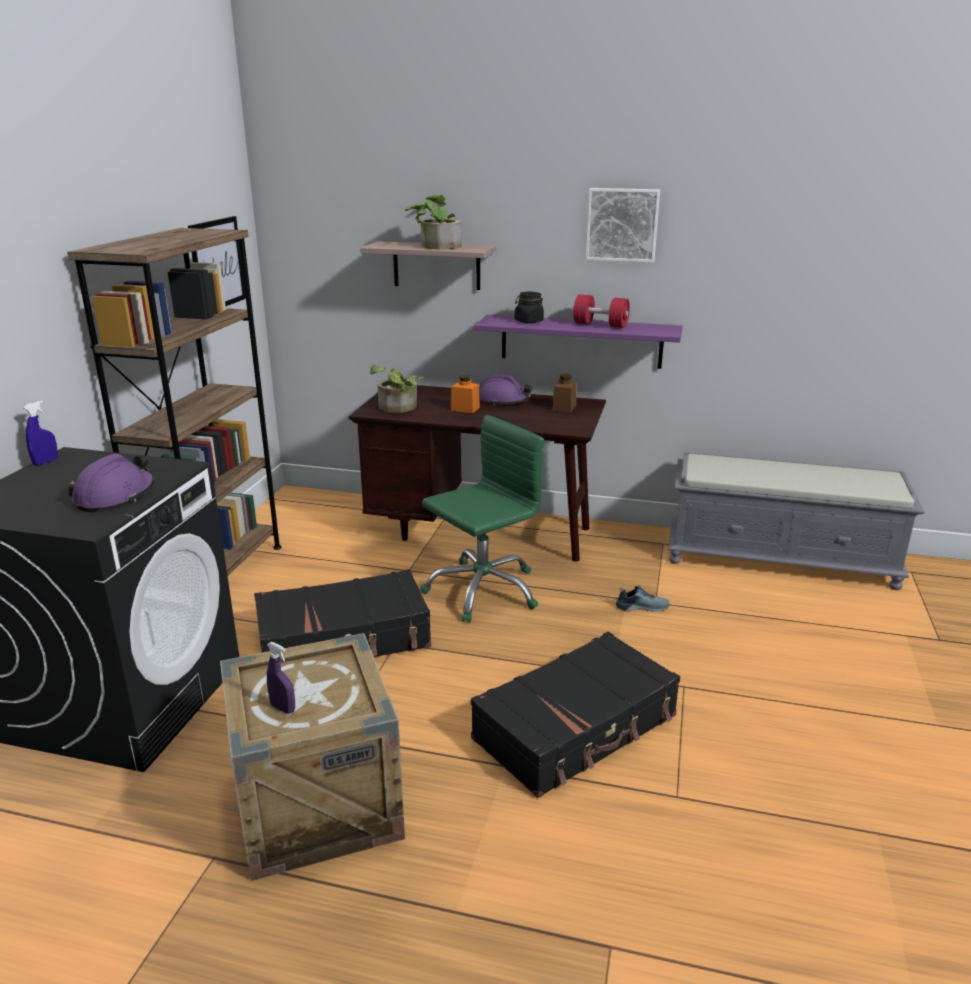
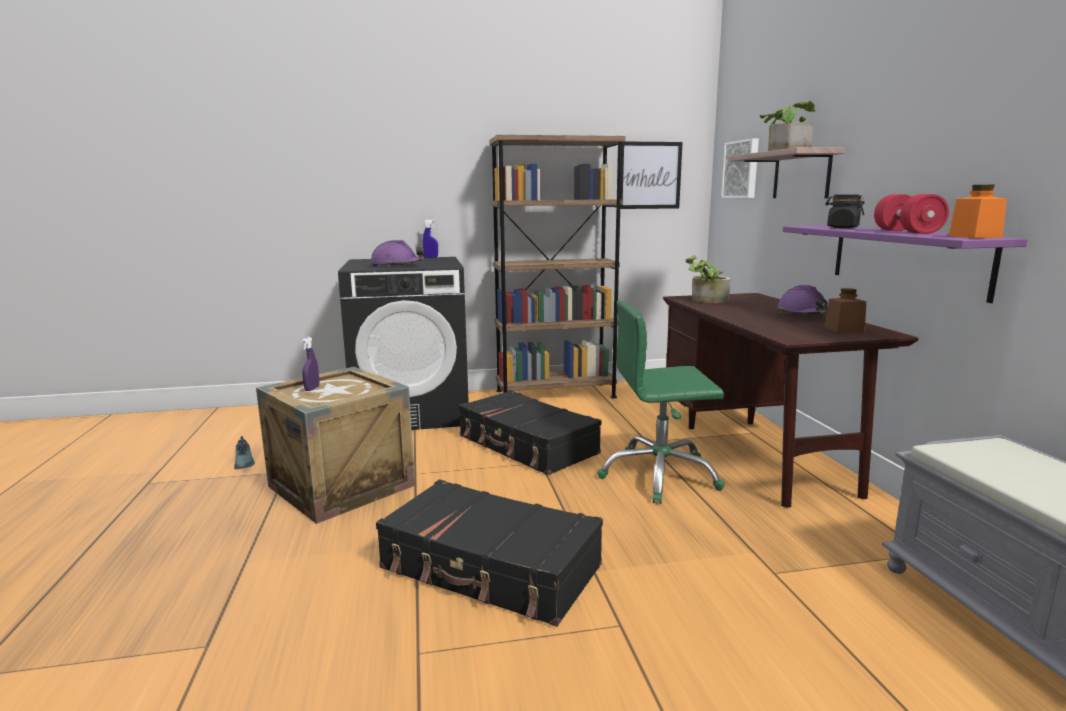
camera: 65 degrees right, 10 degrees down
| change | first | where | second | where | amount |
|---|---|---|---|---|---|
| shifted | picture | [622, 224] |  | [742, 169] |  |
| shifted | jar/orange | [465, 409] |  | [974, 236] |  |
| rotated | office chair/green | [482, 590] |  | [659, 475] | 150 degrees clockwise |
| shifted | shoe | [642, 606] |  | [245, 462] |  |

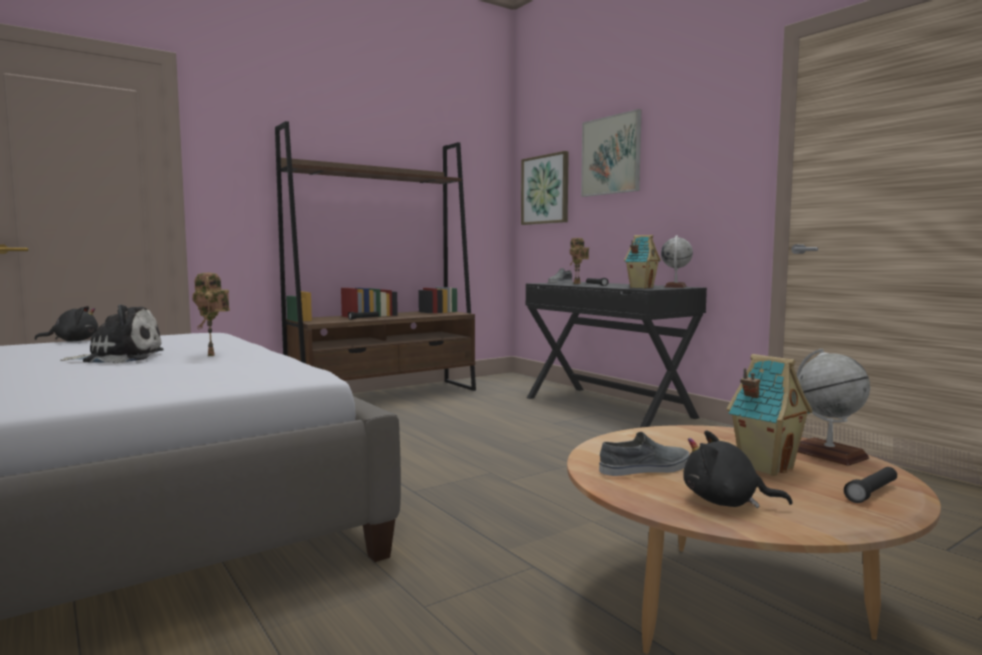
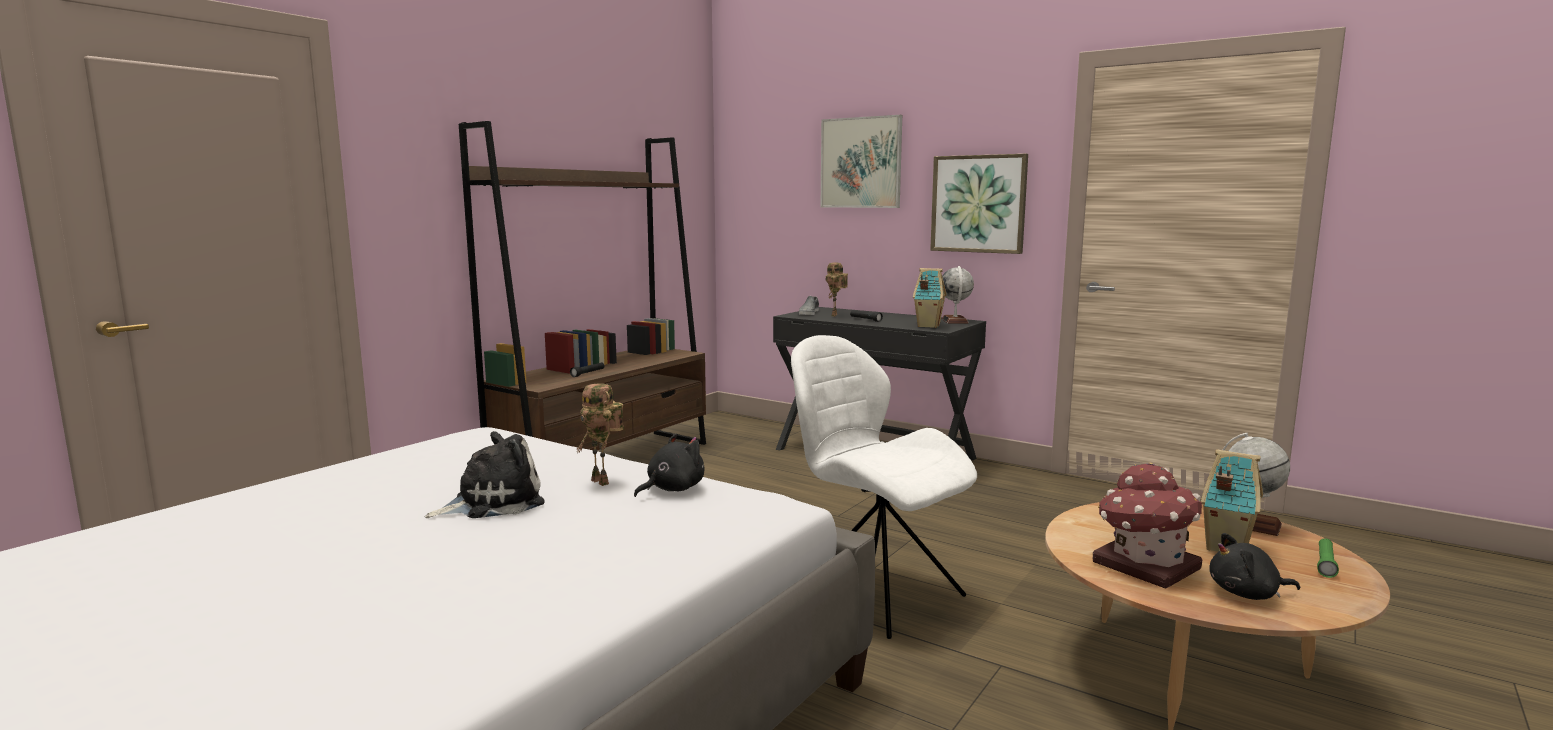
camera: 20 degrees left, 5 degrees up
| change | first | where | second | where | amount |
|---|---|---|---|---|---|
| shifted | picture | [545, 189] |  | [978, 204] |  |
| shifted | plush toy/black | [73, 341] |  | [672, 489] |  |
| swapped | shoe/grey | [646, 468] | toy house | [1144, 565] |  |
| repainted | flashlight/black | [872, 492] | flashlight/green | [1325, 564] |  |
| new |  |  | chair/white | [875, 593] |  |

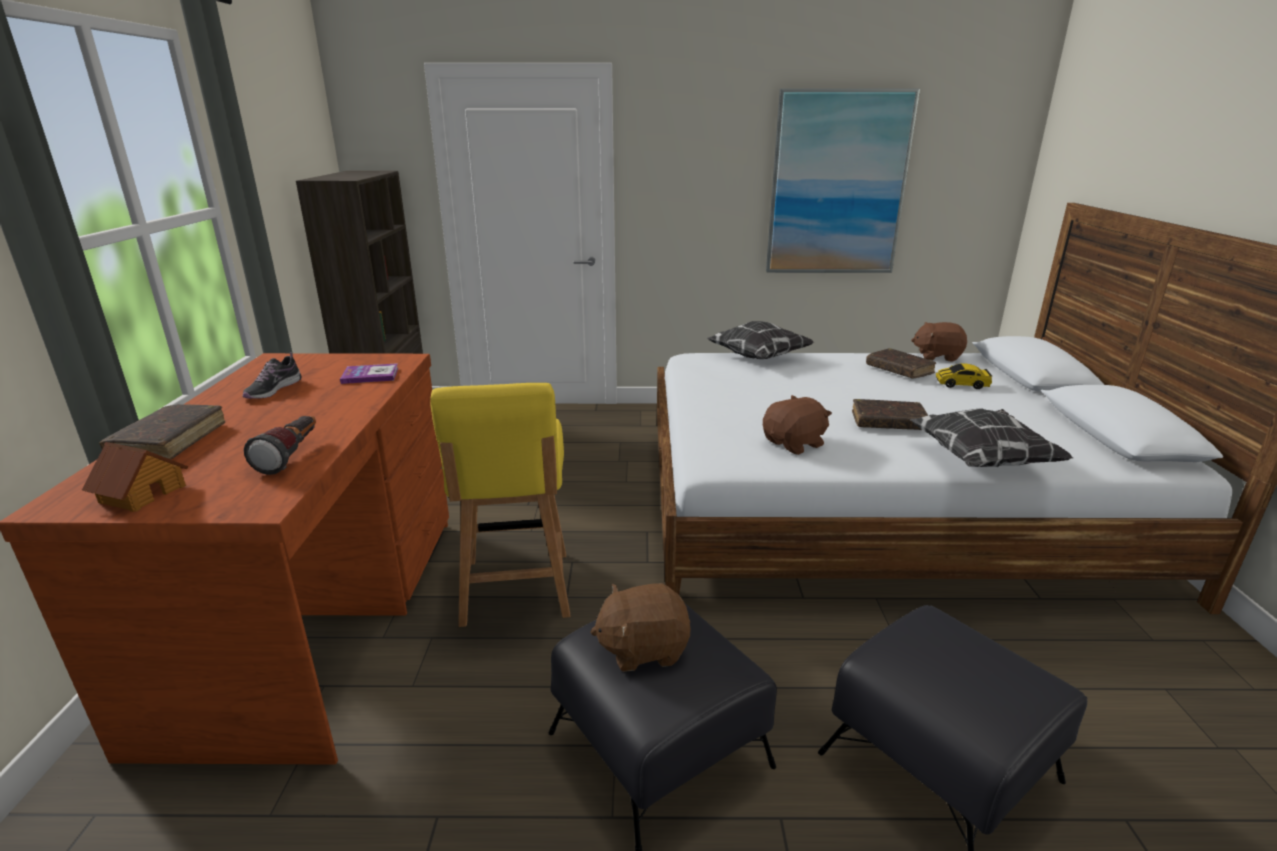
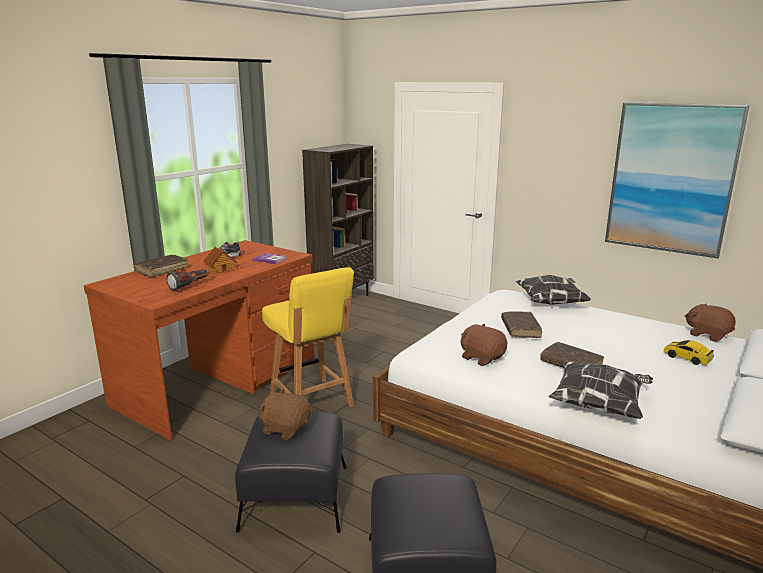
camera: 35 degrees right, 5 degrees down
| change | first | where | second | where | amount |
|---|---|---|---|---|---|
| shifted | book/brown | [899, 370] |  | [520, 329] |  |
| rotated | chair/yellow | [515, 590] |  | [312, 401] | 60 degrees counterclockwise |
| rotated | plush toy/brown | [794, 444] |  | [482, 358] | 135 degrees counterclockwise |
| shifted | toy house | [142, 493] |  | [221, 269] |  |

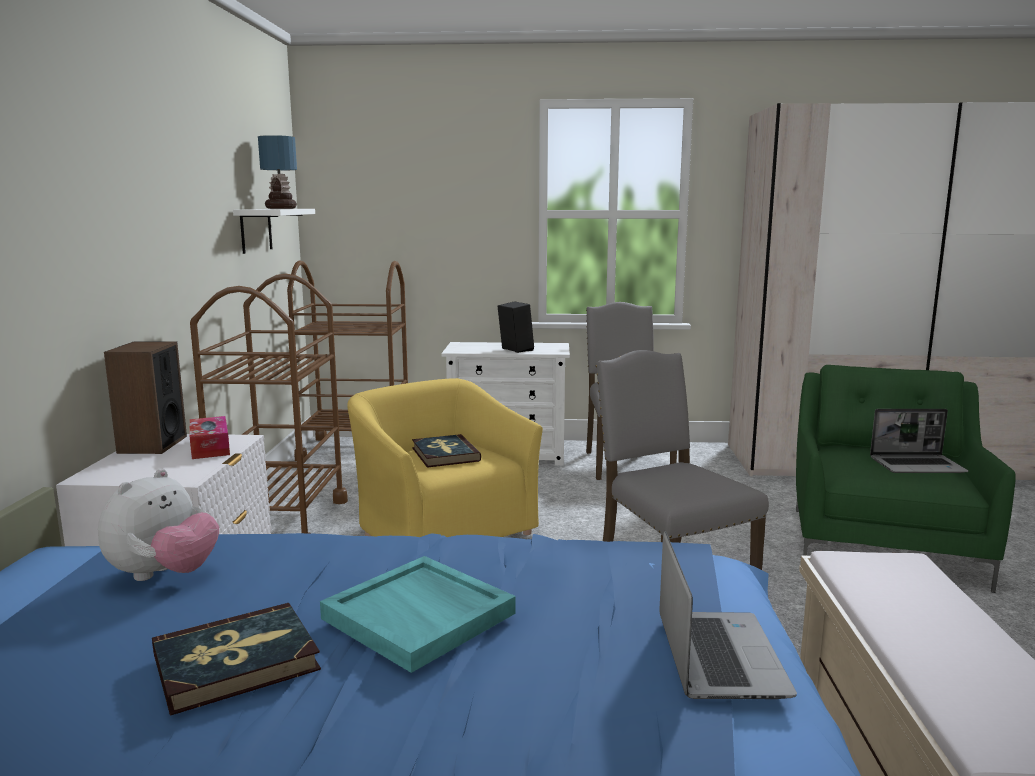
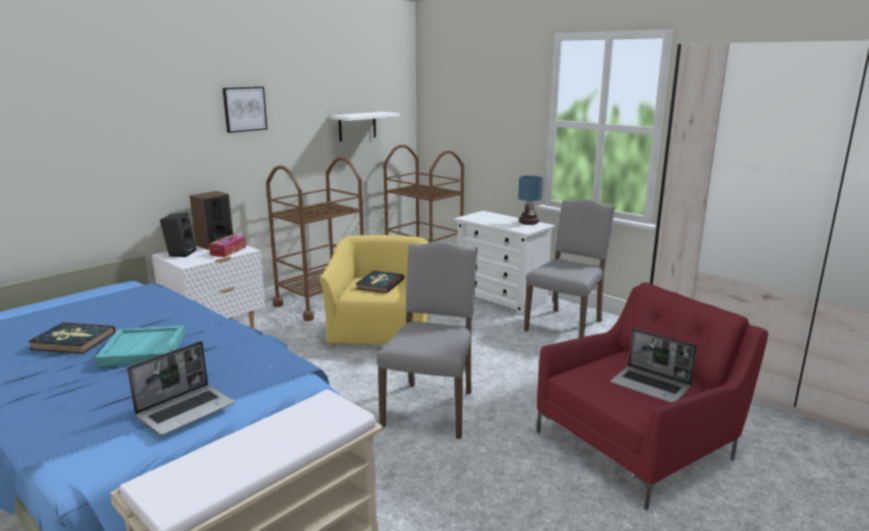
camera: 40 degrees right, 5 degrees up
| change | first | where | second | where | amount |
|---|---|---|---|---|---|
| shifted | table lamp | [282, 208] |  | [529, 223] |  |
| shifted | speaker/black | [514, 350] |  | [180, 253] |  |
| repainted | armchair/green | [883, 543] | armchair/red | [638, 443] |  |
| gone | plush toy | [164, 575] |  |  |  |
| new |  |  | picture | [244, 109] |  |

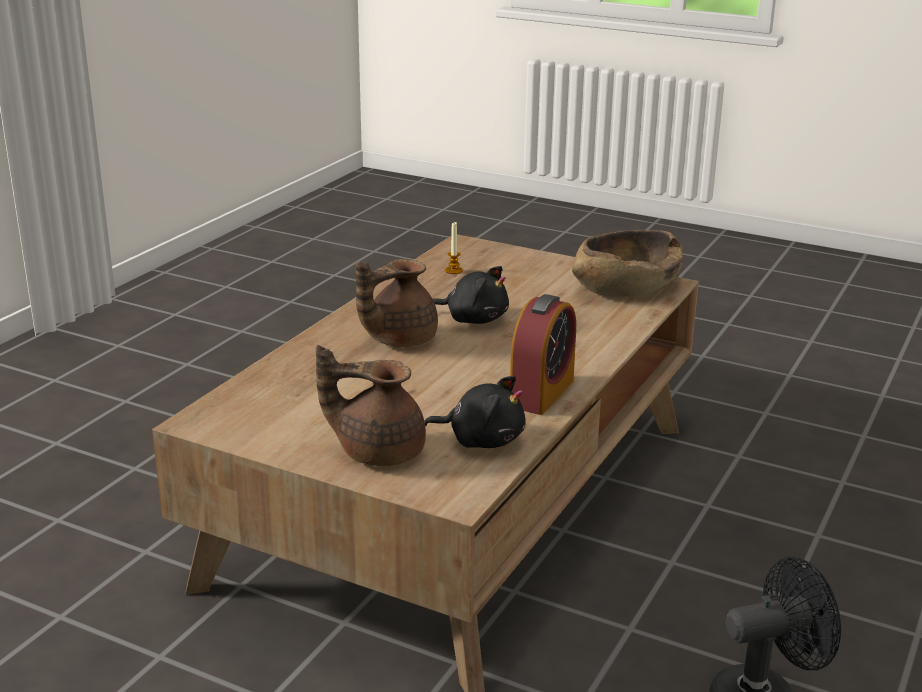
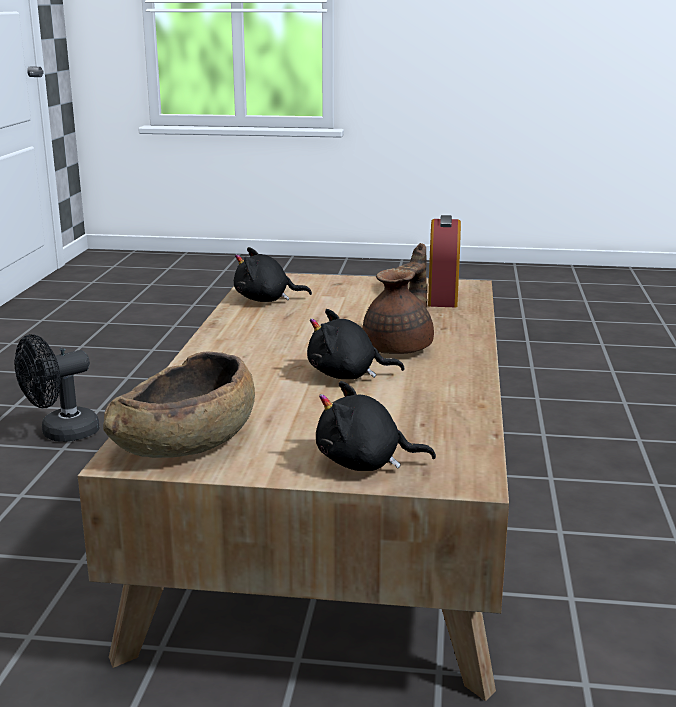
camera: 160 degrees right, 5 degrees down
| change | first | where | second | where | amount |
|---|---|---|---|---|---|
| gone | candle | [454, 271] |  |  |  |
| shifted | alarm clock | [541, 393] |  | [442, 297] |  |
| gone | teapot/brown | [378, 451] |  |  |  |
| new |  |  | plush toy/black | [365, 463] |  |

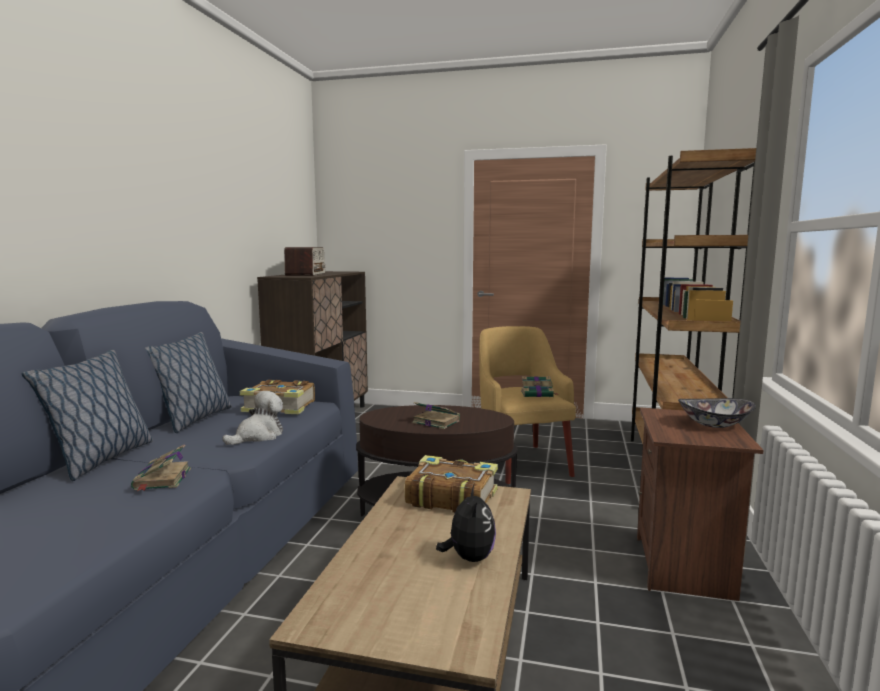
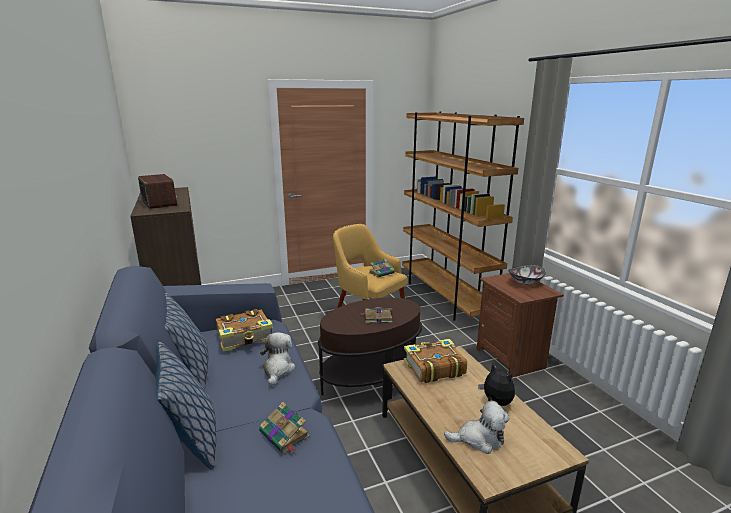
camera: 35 degrees left, 10 degrees up
| change | first | where | second | where | amount |
|---|---|---|---|---|---|
| new |  |  | plush toy | [479, 439] |  |

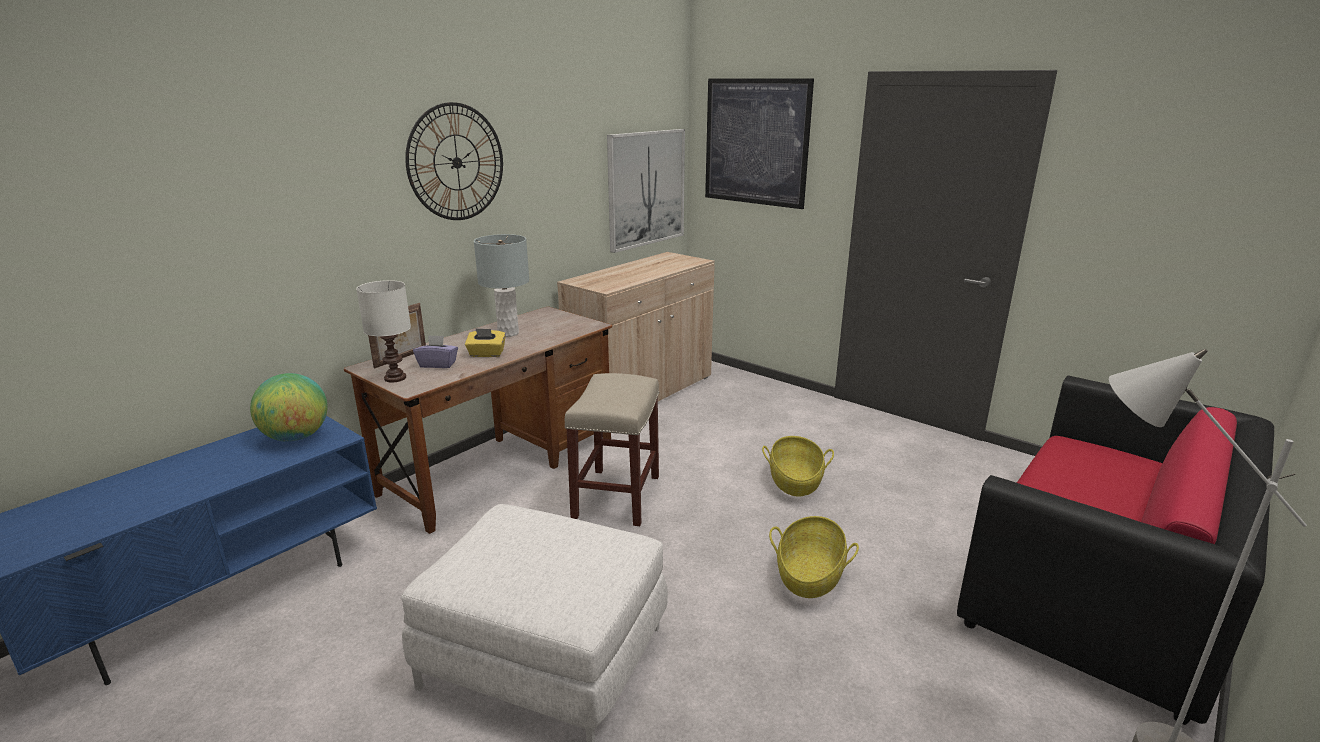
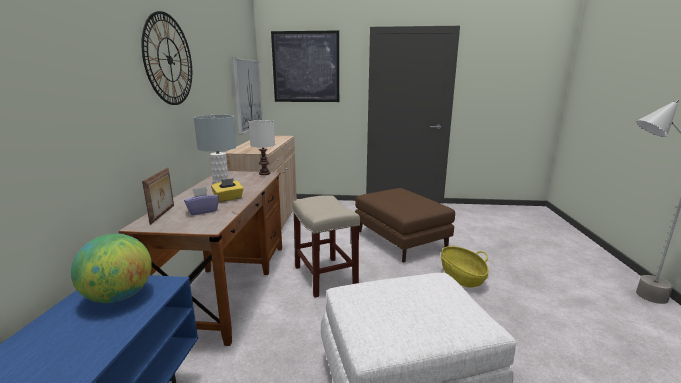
camera: 35 degrees left, 5 degrees down
| change | first | where | second | where | amount |
|---|---|---|---|---|---|
| shifted | table lamp/white | [394, 378] |  | [264, 173] |  |
| gone | sofa | [1102, 585] |  |  |  |
| swapped | basket | [795, 481] | ottoman/brown | [399, 240] |  |

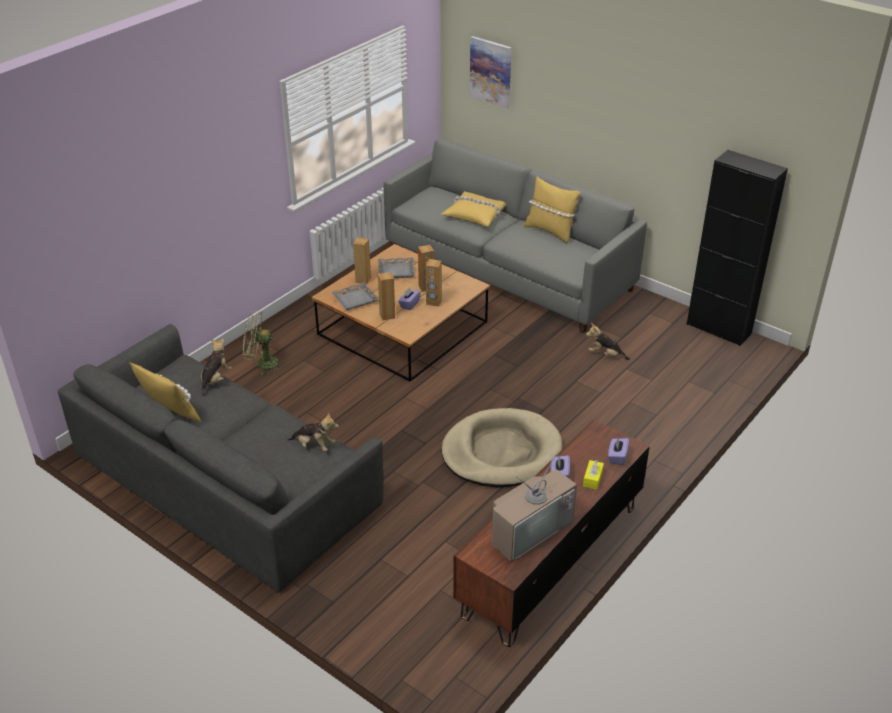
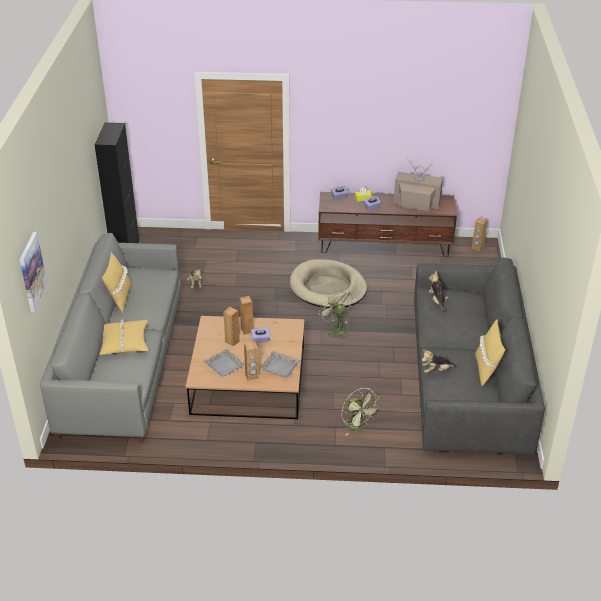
camera: 125 degrees left, 0 degrees up
| change | first | where | second | where | amount |
|---|---|---|---|---|---|
| shifted | speaker/brown | [387, 315] |  | [477, 248] |  |
| new |  |  | fan/green | [336, 328] |  |

